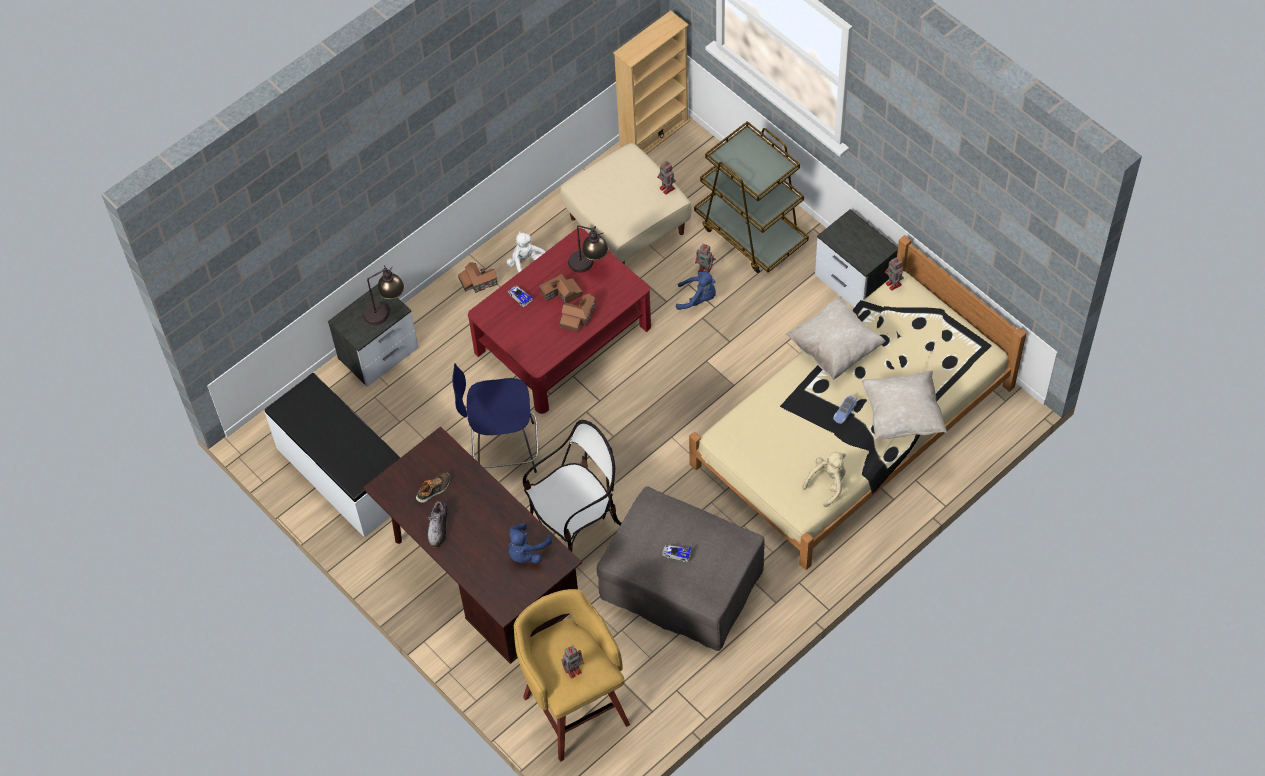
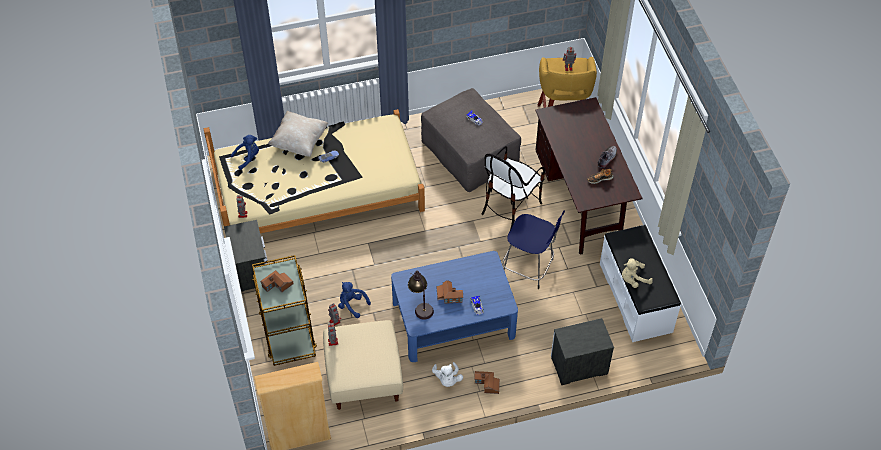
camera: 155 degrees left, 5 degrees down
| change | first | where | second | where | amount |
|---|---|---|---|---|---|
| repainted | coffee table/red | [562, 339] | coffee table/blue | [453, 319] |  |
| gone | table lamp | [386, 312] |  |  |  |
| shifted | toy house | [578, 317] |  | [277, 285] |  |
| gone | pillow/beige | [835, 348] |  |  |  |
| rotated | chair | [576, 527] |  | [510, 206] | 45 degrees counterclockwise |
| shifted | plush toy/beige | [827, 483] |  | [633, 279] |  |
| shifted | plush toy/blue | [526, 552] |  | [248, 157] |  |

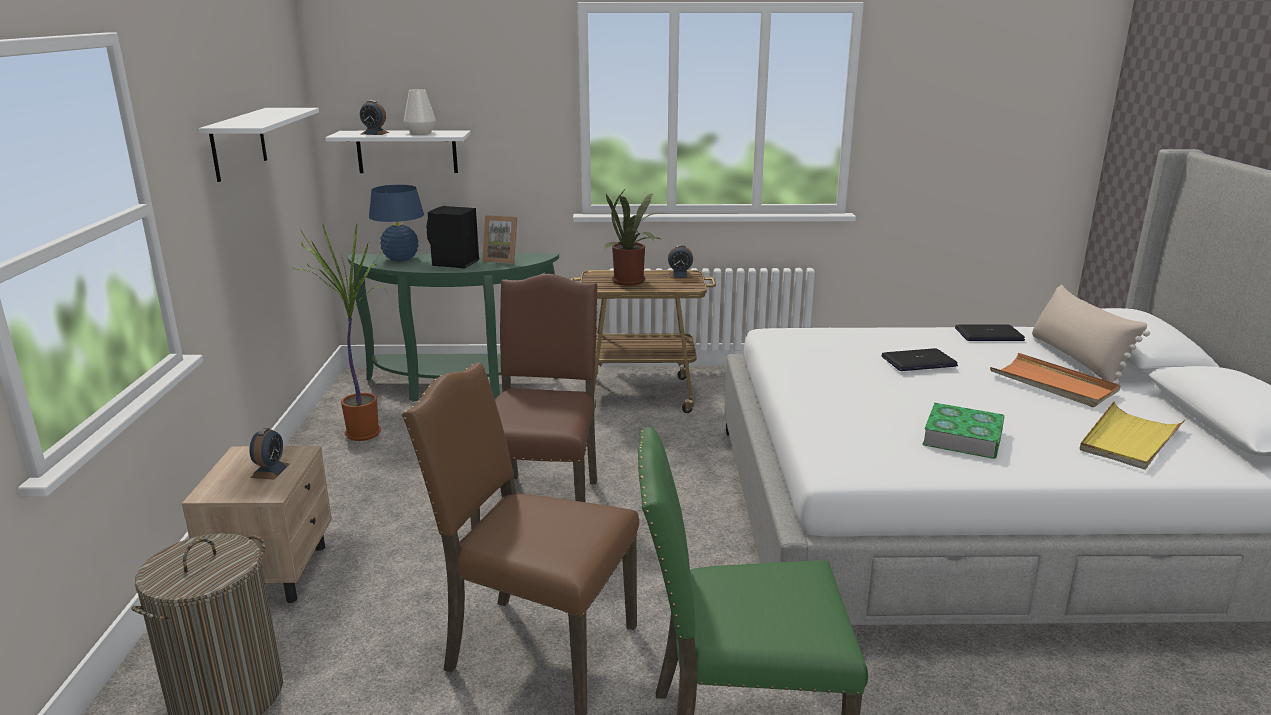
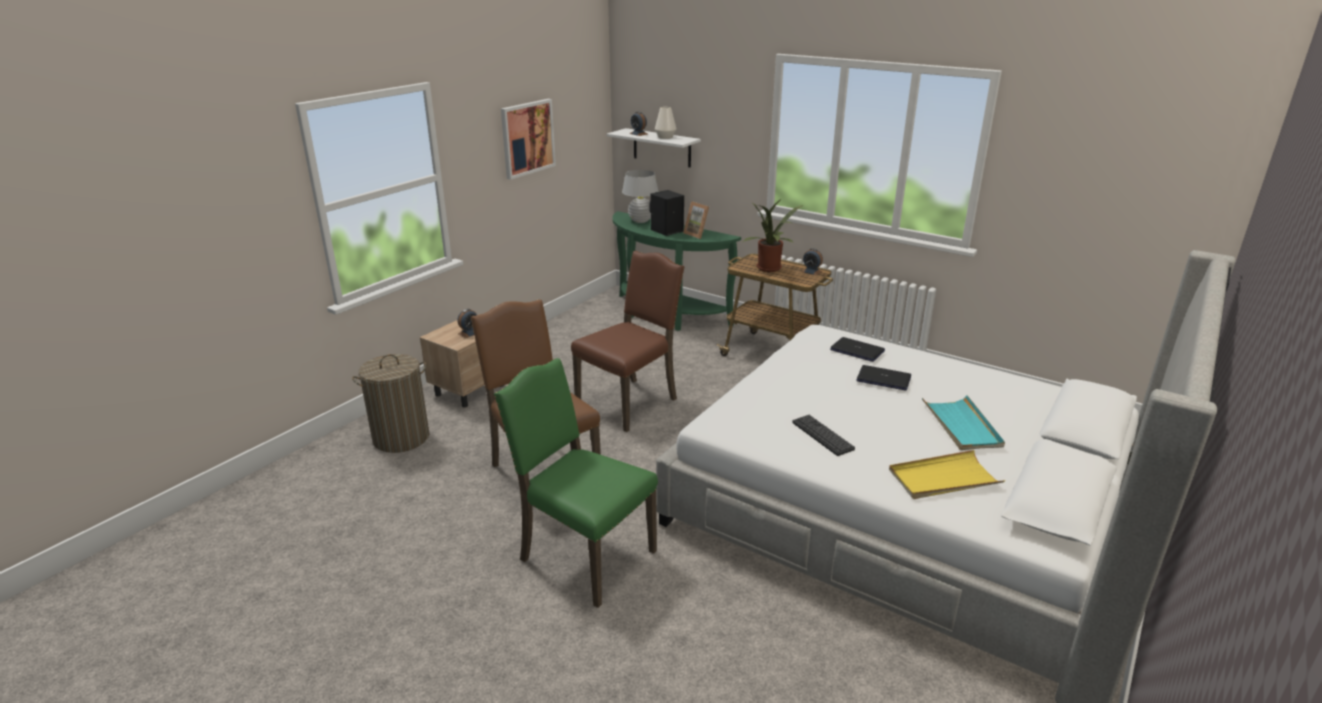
camera: 35 degrees right, 5 degrees up
| change | first | where | second | where | amount |
|---|---|---|---|---|---|
| swapped | shelf/white | [238, 144] | picture | [527, 138] |  |
| repainted | table lamp/blue | [401, 259] | table lamp/white | [640, 221] |  |
| gone | potted plant | [362, 433] |  |  |  |
| gone | pillow/beige | [1077, 359] |  |  |  |
| shifted | laptop | [989, 334] |  | [857, 350] |  |
| repainted | tray/orange | [1053, 384] | tray/turquoise | [962, 425] |  |
| swapped | book | [963, 437] | keyboard | [822, 435] |  |

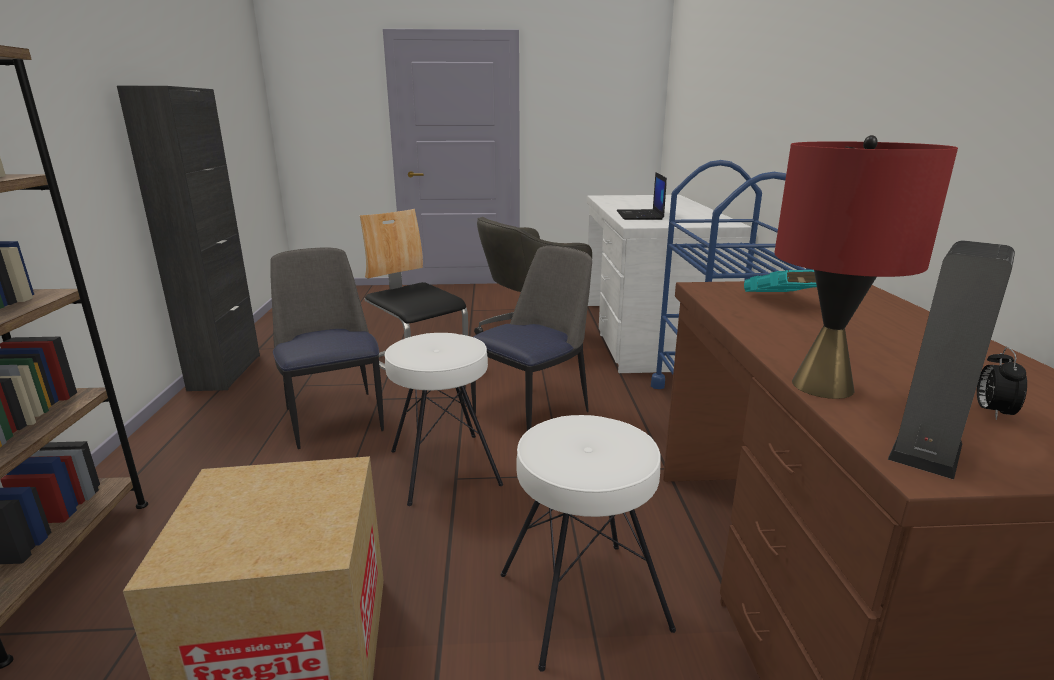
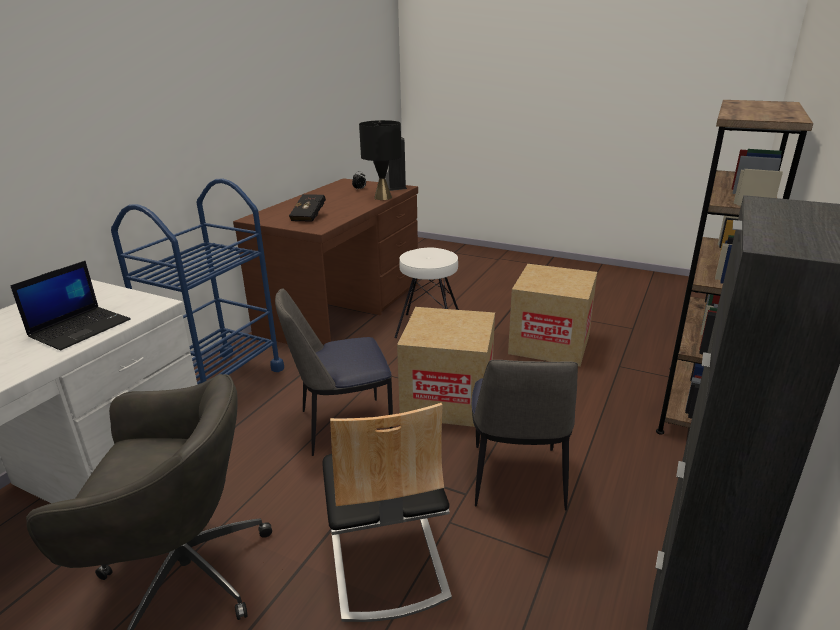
camera: 150 degrees left, 5 degrees up
| change | first | where | second | where | amount |
|---|---|---|---|---|---|
| repainted | table lamp/red | [823, 386] | table lamp/black | [382, 197] |  |
| repainted | book/turquoise | [784, 302] | book/black | [310, 217] |  |
| swapped | stool/white | [443, 467] | cardboard box | [448, 399] |  |

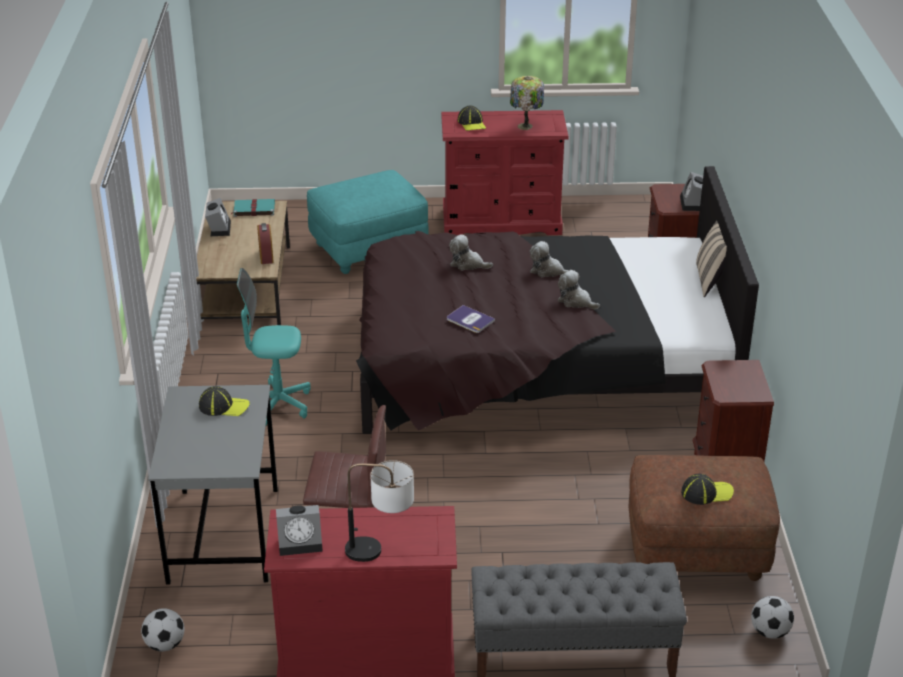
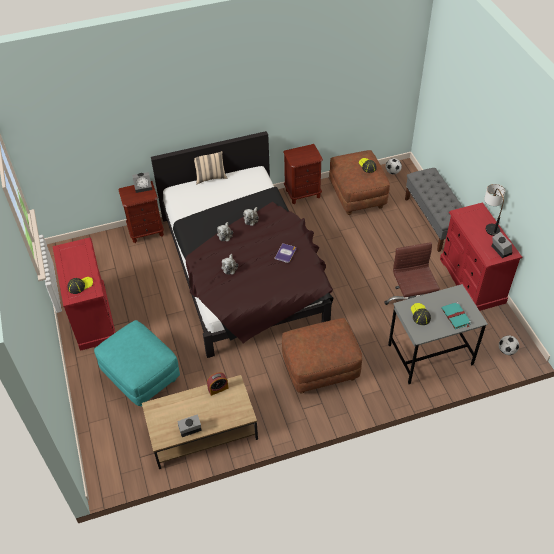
camera: 105 degrees left, 15 degrees up
| change | first | where | second | where | amount |
|---|---|---|---|---|---|
| gone | table lamp | [525, 127] |  |  |  |
| shifted | book/turquoise | [253, 209] |  | [456, 317] |  |
| swapped | office chair/turquoise | [277, 404] | ottoman/brown | [320, 369] |  |

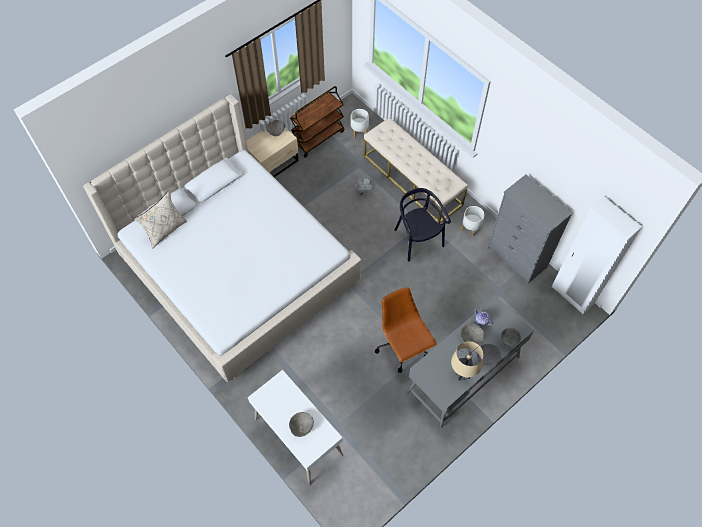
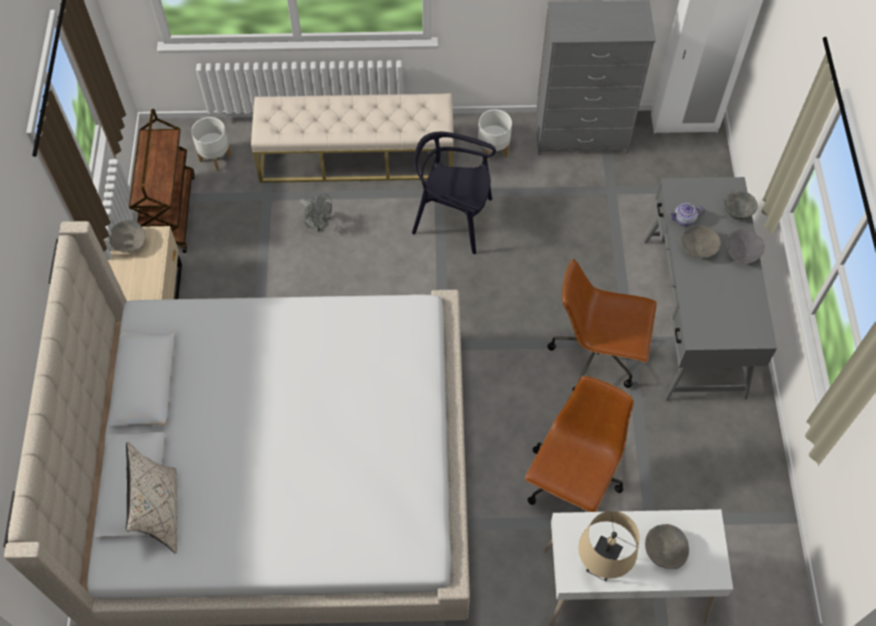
camera: 50 degrees left, 0 degrees up
| change | first | where | second | where | amount |
|---|---|---|---|---|---|
| shifted | table lamp/beige | [462, 374] |  | [600, 567] |  |
| new |  |  | office chair/brown | [571, 483] |  |

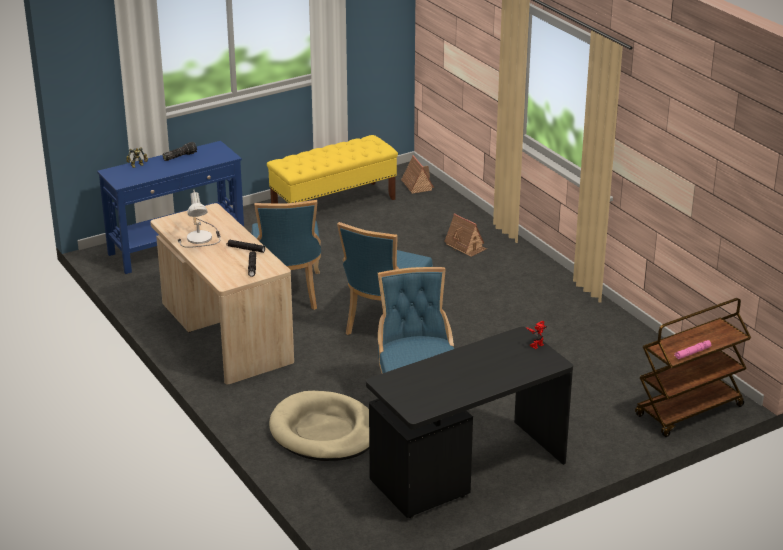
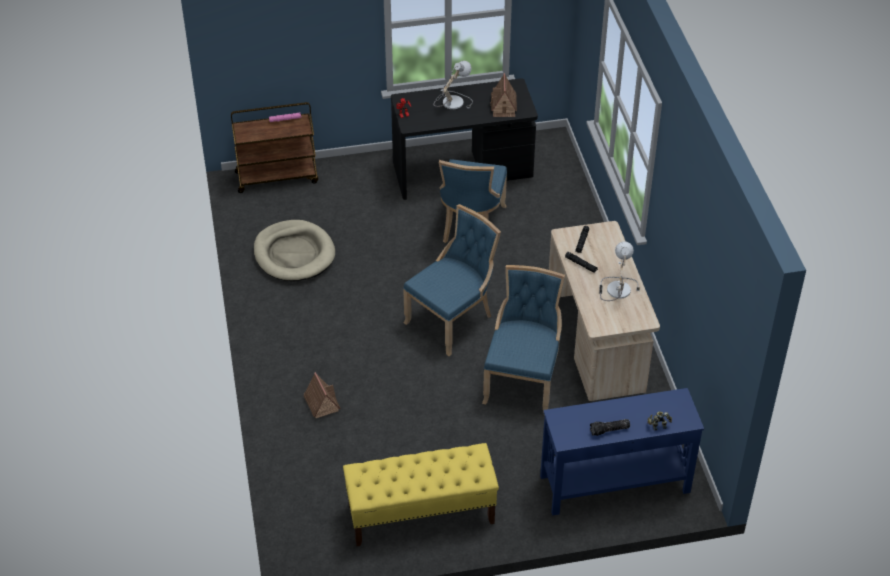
camera: 160 degrees left, 15 degrees up
| change | first | where | second | where | amount |
|---|---|---|---|---|---|
| shifted | toy house | [416, 185] |  | [503, 106] |  |
| shifted | dog bed/beige | [324, 431] |  | [294, 254] |  |
| new |  |  | table lamp | [452, 101] |  |

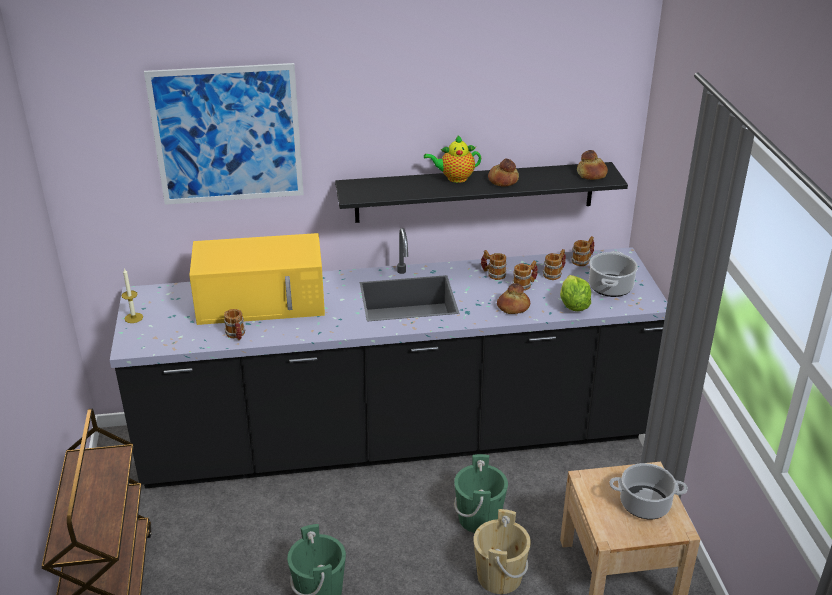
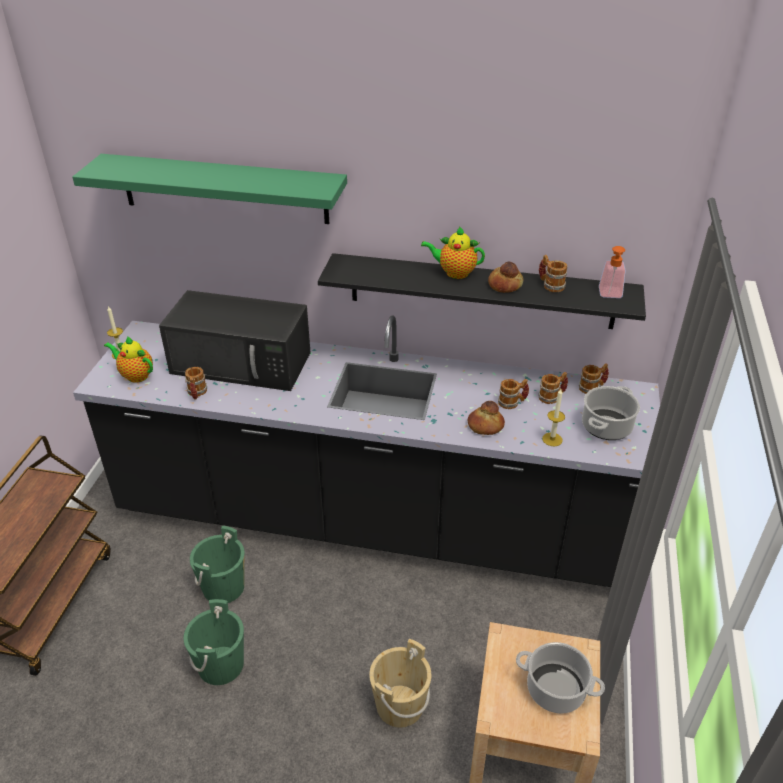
camera: 20 degrees right, 5 degrees up
| change | first | where | second | where | amount |
|---|---|---|---|---|---|
| swapped | picture | [227, 135] | shelf/green | [224, 189] |  |
| swapped | bread | [592, 174] | soap dispenser | [610, 295] |  |
| repainted | microwave/yellow | [263, 301] | microwave/black | [243, 363] |  |
| shifted | mug | [493, 274] |  | [550, 285] |  |
| swapped | lettuce | [573, 305] | candle | [552, 439] |  |
| shifted | bucket/green | [479, 518] |  | [223, 587] |  |
| new |  |  | teapot | [135, 375] |  |

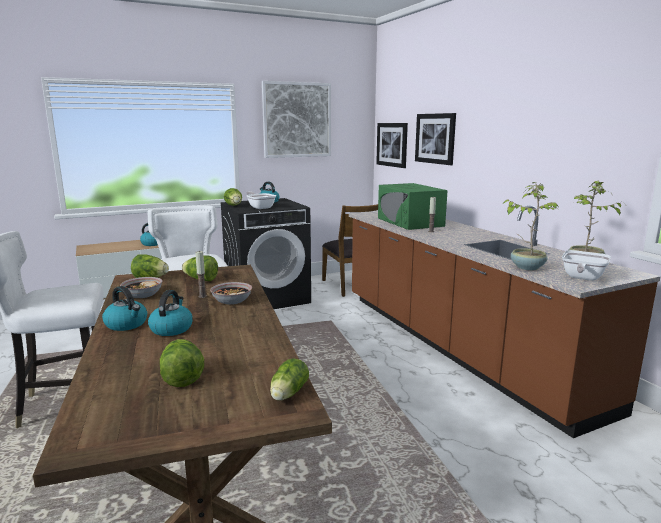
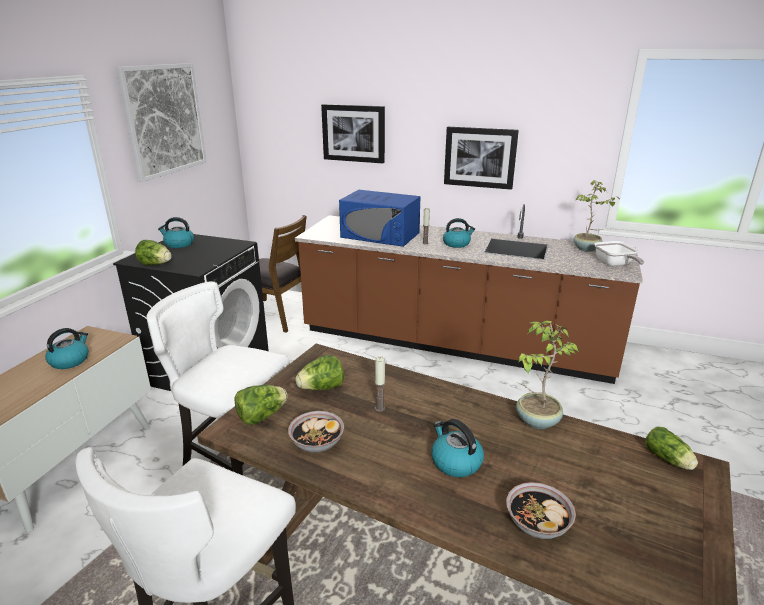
camera: 45 degrees left, 10 degrees up
| change | first | where | second | where | amount |
|---|---|---|---|---|---|
| shifted | picture | [392, 144] |  | [480, 157] |  |
| shifted | potted plant | [527, 267] |  | [536, 420] |  |
| repainted | microwave/green | [410, 222] | microwave/blue | [380, 235] |  |
| gone | frying pan | [260, 207] |  |  |  |
| shifted | bowl | [232, 301] |  | [537, 523] |  |
| shifted | kettle | [127, 324] |  | [457, 244] |  |
| gone | lettuce | [182, 378] |  |  |  |

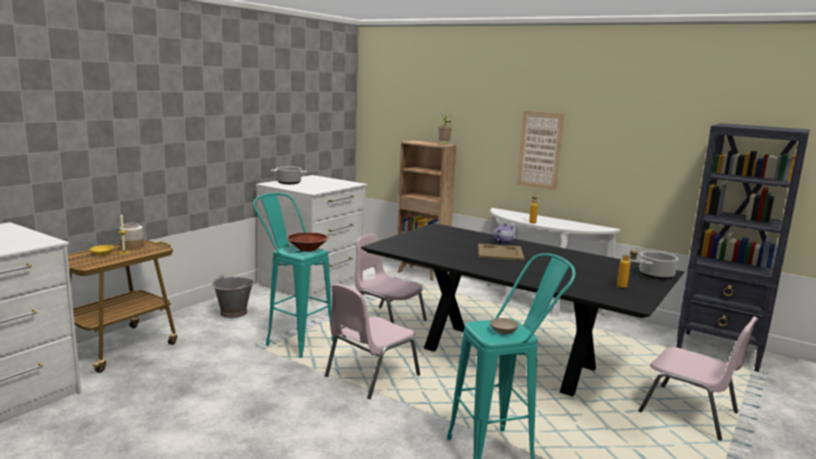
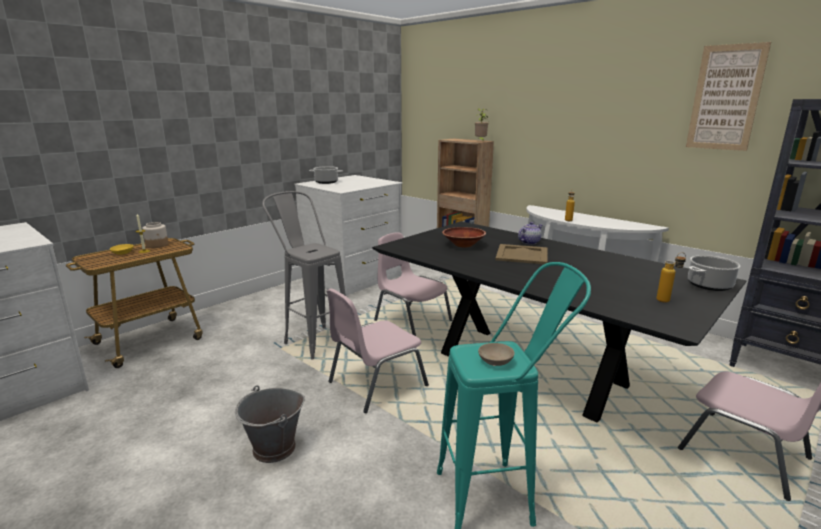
camera: 10 degrees right, 5 degrees up
| change | first | where | second | where | amount |
|---|---|---|---|---|---|
| shifted | picture | [540, 150] |  | [725, 98] |  |
| repainted | stool/turquoise | [293, 340] | stool/grey | [312, 339] |  |
| shifted | bowl/brown | [307, 249] |  | [463, 245] |  |
| shifted | bucket/grey | [233, 313] |  | [274, 448] |  |

